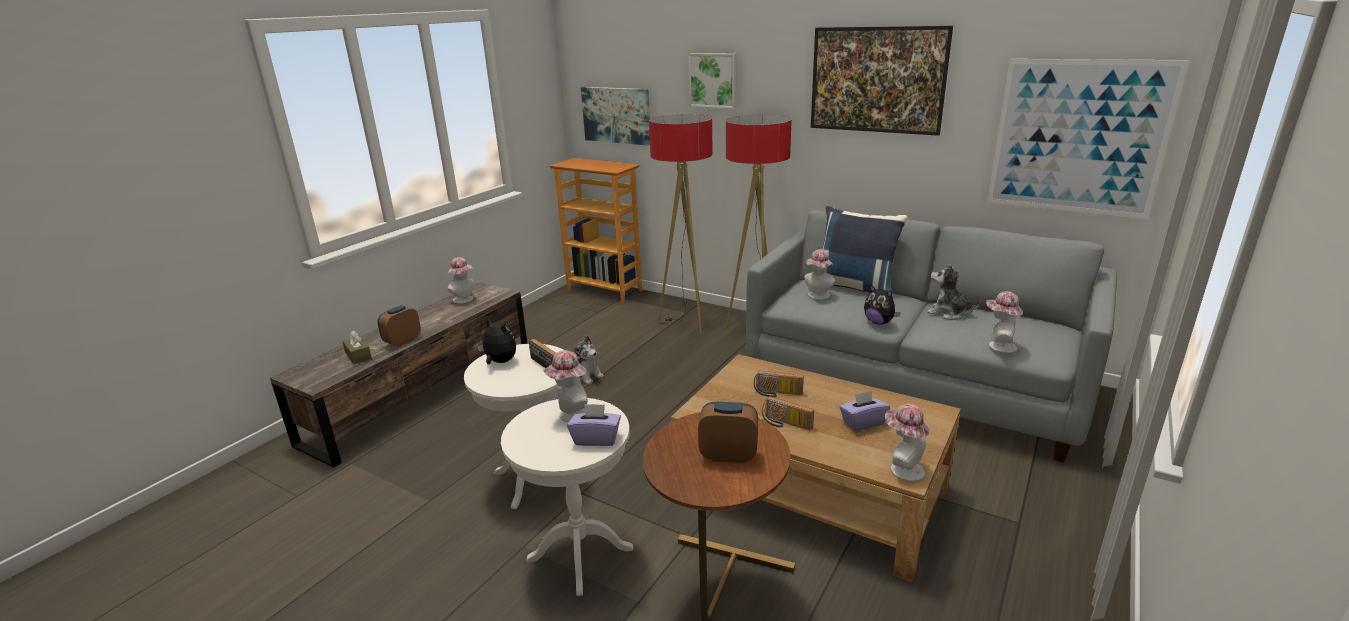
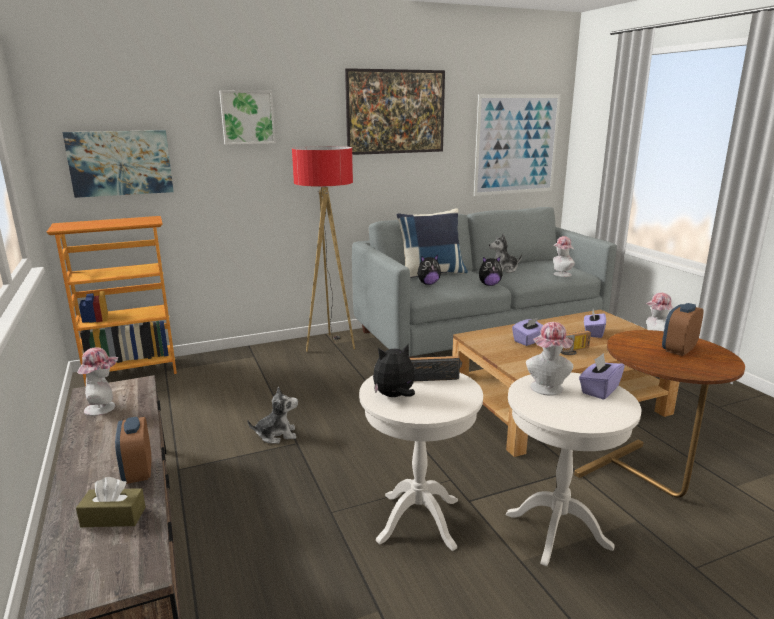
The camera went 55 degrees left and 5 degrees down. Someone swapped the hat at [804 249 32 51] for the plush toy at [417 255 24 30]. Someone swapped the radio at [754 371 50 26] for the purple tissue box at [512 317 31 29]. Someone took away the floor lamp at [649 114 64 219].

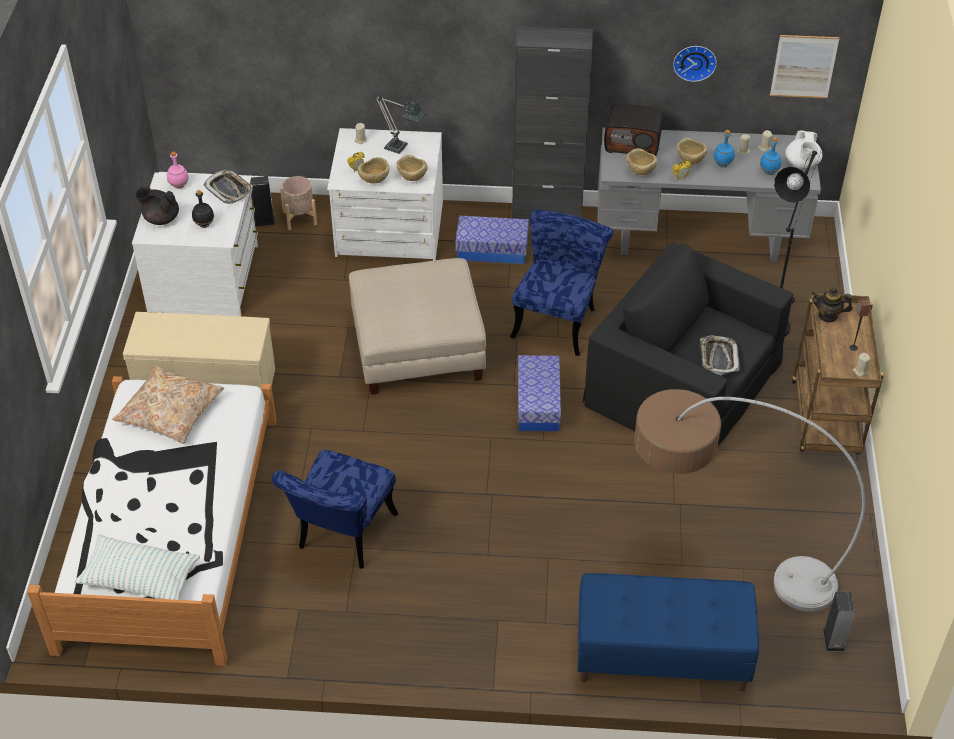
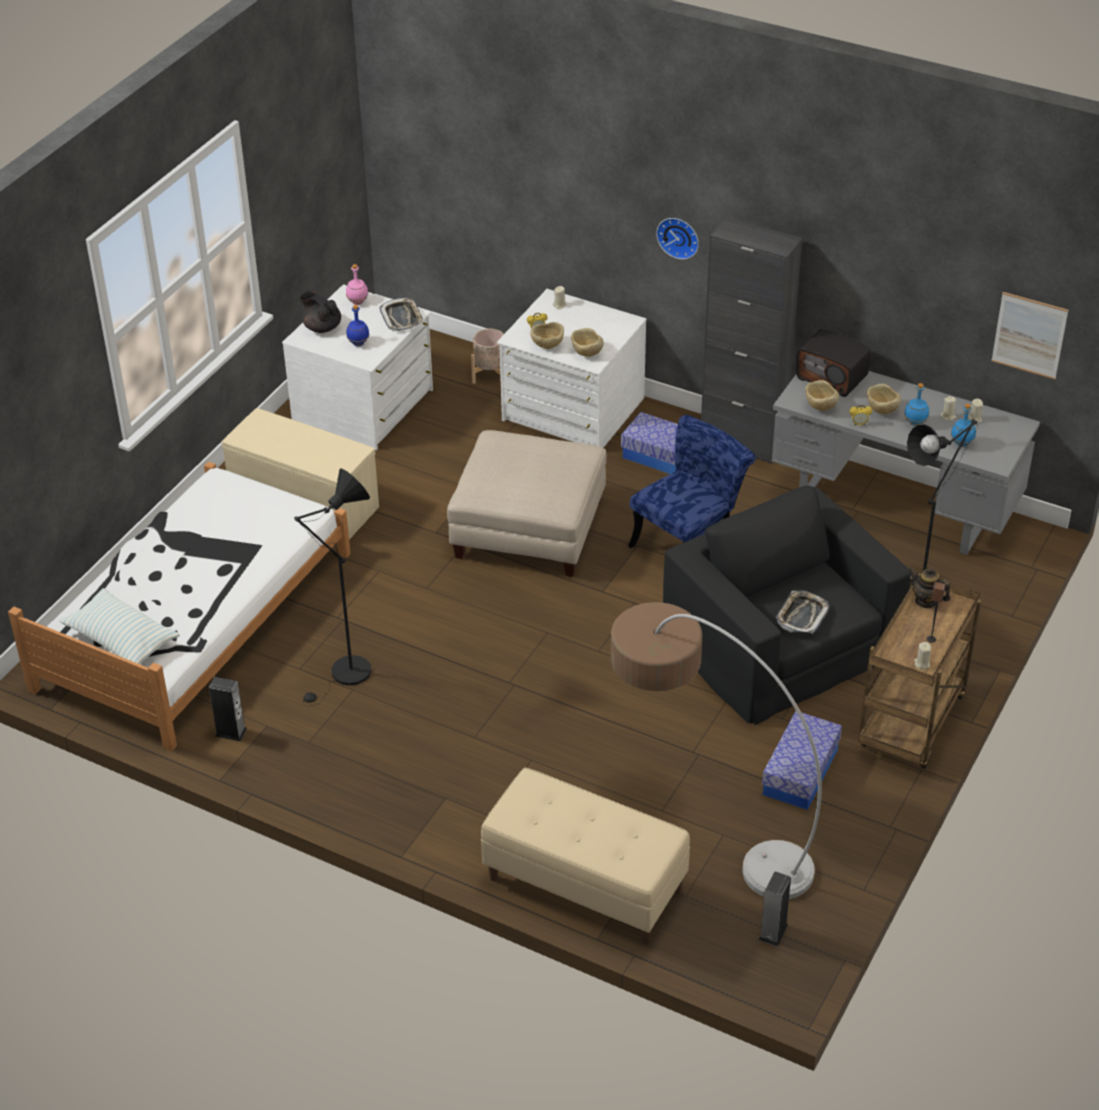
The camera went 25 degrees right and 5 degrees down. Someone carried the speaker from [250 176 25 51] to [209 677 38 64]. Someone swapped the blue chair at [272 450 126 119] for the black floor lamp at [294 469 77 238]. Someone repainted the black bottle at [192 190 22 38], which became the blue bottle at [346 305 23 41]. Someone repainted the blue bench at [578 573 181 118], which became the beige bench at [481 768 209 177]. Someone carried the wall clock from [673 46 44 36] to [656 218 43 41]. Someone carried the storage box from [518 355 43 76] to [762 711 80 99]. Someone took away the beige pillow at [112 365 112 79]. Someone took away the table lamp at [375 96 52 58]. Someone took away the white teapot at [785 130 37 38].

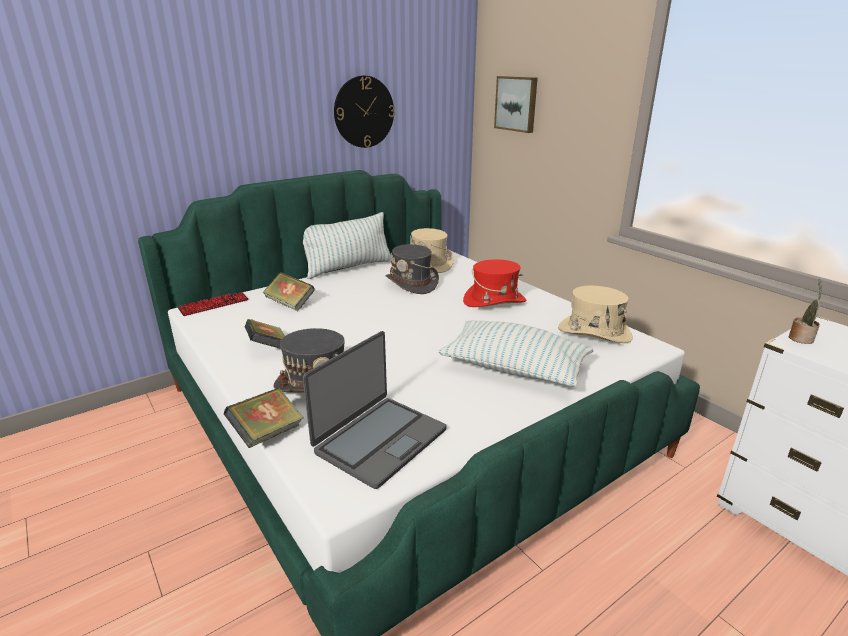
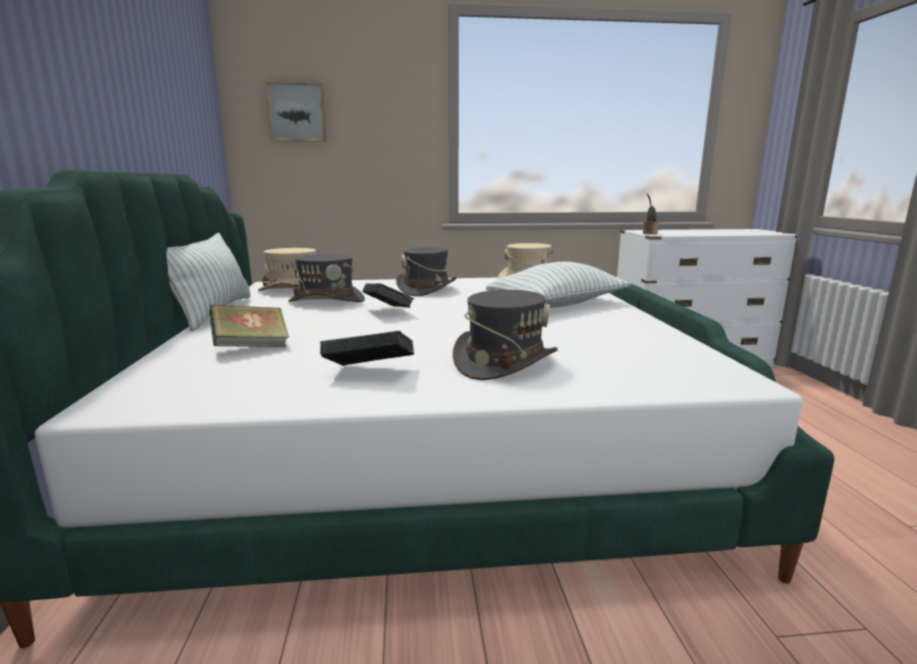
The camera went 60 degrees left and 10 degrees down. Someone carried the book from [223 387 81 61] to [363 283 52 25]. Someone repainted the red hat at [463 259 63 48], which became the grey hat at [396 247 60 49]. Someone took away the keyboard at [178 292 71 24]. Someone took away the laptop at [303 331 144 158]. Someone took away the wall clock at [334 76 61 72].

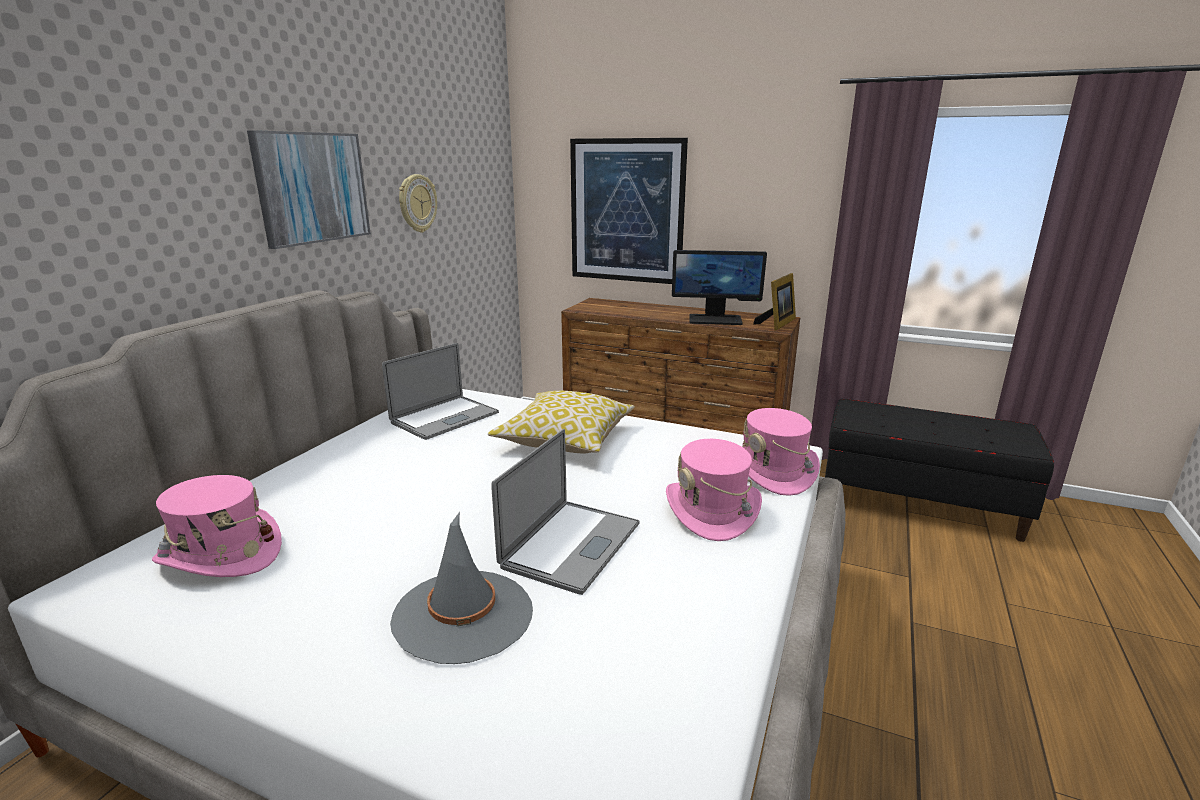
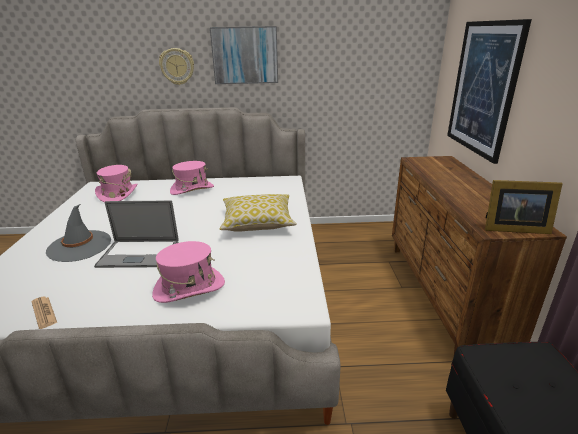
The camera went 65 degrees right and 5 degrees up. Someone put down the newspaper at [31 297 26 32]. Someone carried the wall clock from [399 174 38 59] to [159 48 35 37]. Someone carried the pink hat from [742 408 78 88] to [170 161 44 34]. Someone took away the laptop at [382 343 117 97]. Someone took away the monitor at [672 250 95 75].

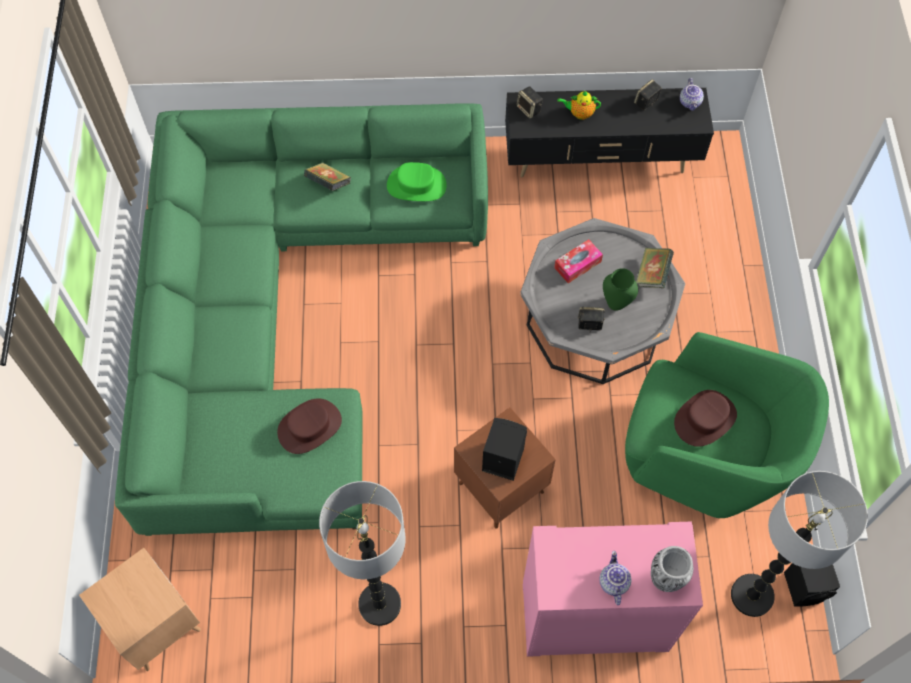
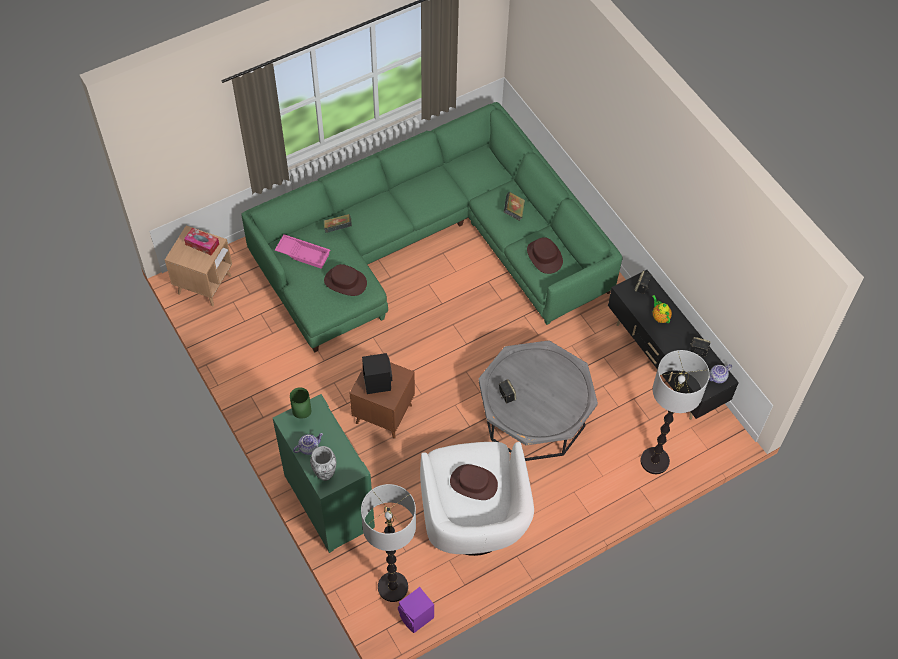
The camera went 60 degrees right and 5 degrees down. Someone carried the tissue box from [554 239 49 44] to [184 228 35 27]. Someone repainted the pink cabinet at [523 521 180 136], which became the green cabinet at [273 394 102 159]. Someone put down the pink tray at [275 234 55 35]. Someone carried the green vase from [603 268 35 43] to [290 387 21 32]. Someone carried the book from [636 248 38 40] to [323 214 29 19]. Someone repainted the black speaker at [784 563 56 44], which became the purple speaker at [398 587 36 46]. Someone repainted the green armchair at [625 332 204 186], which became the white armchair at [420 442 114 114]. Someone repainted the green hat at [387 162 60 39], which became the brown hat at [527 237 36 37]. Someone carried the floor lamp from [319 481 86 145] to [640 350 70 124].

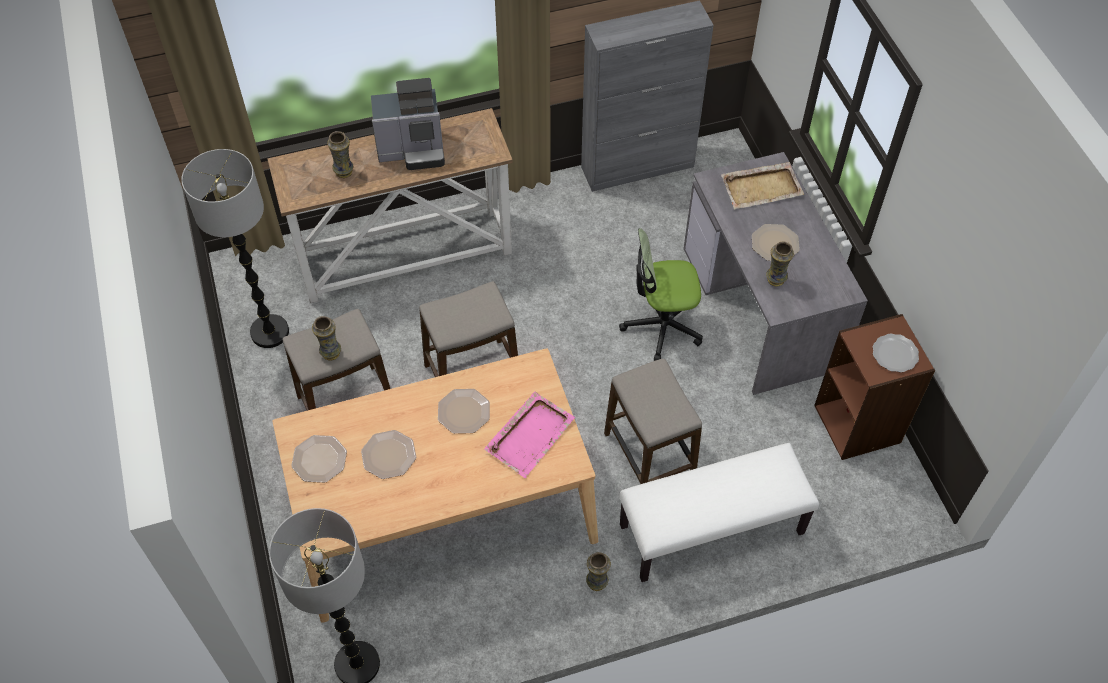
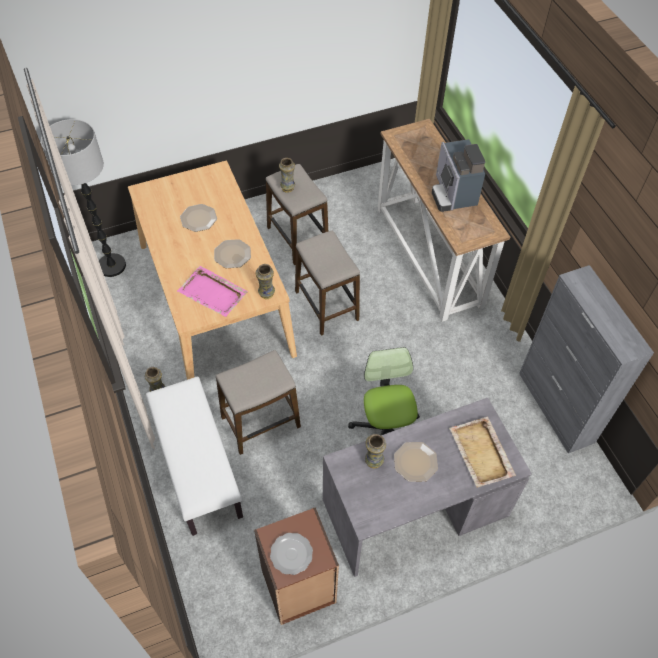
The camera went 85 degrees right and 0 degrees up. Someone carried the vase from [327 131 26 47] to [256 264 19 35]. Someone took away the floor lamp at [181 149 108 199]. Someone took away the plate at [291 435 56 48].

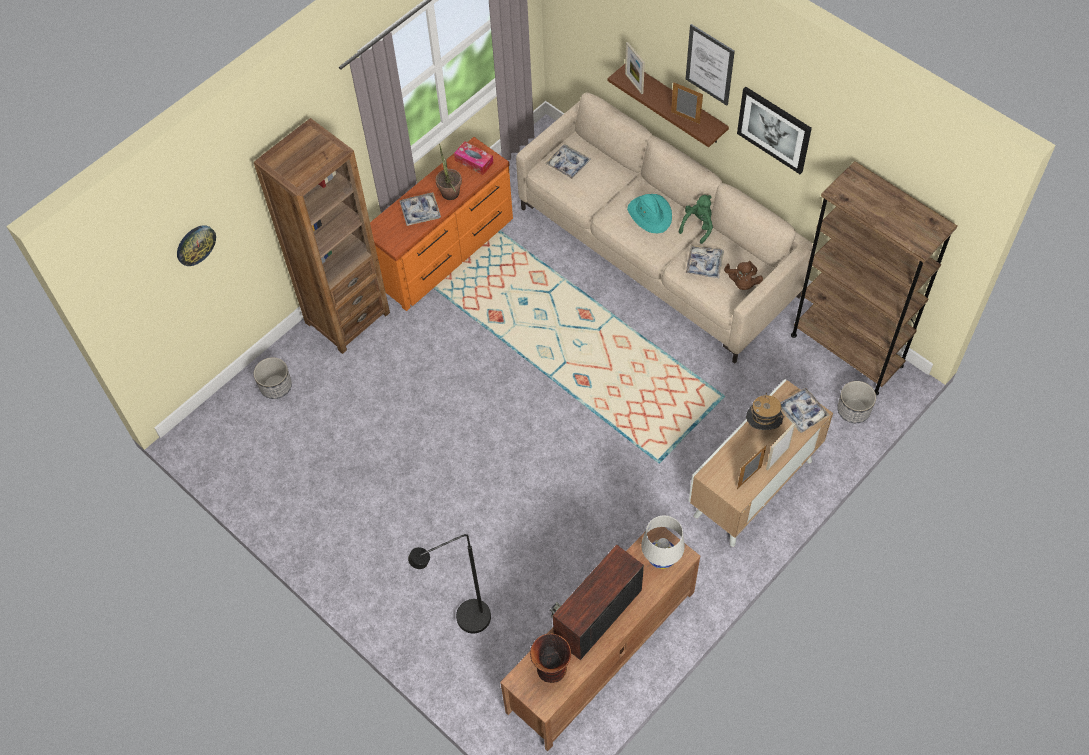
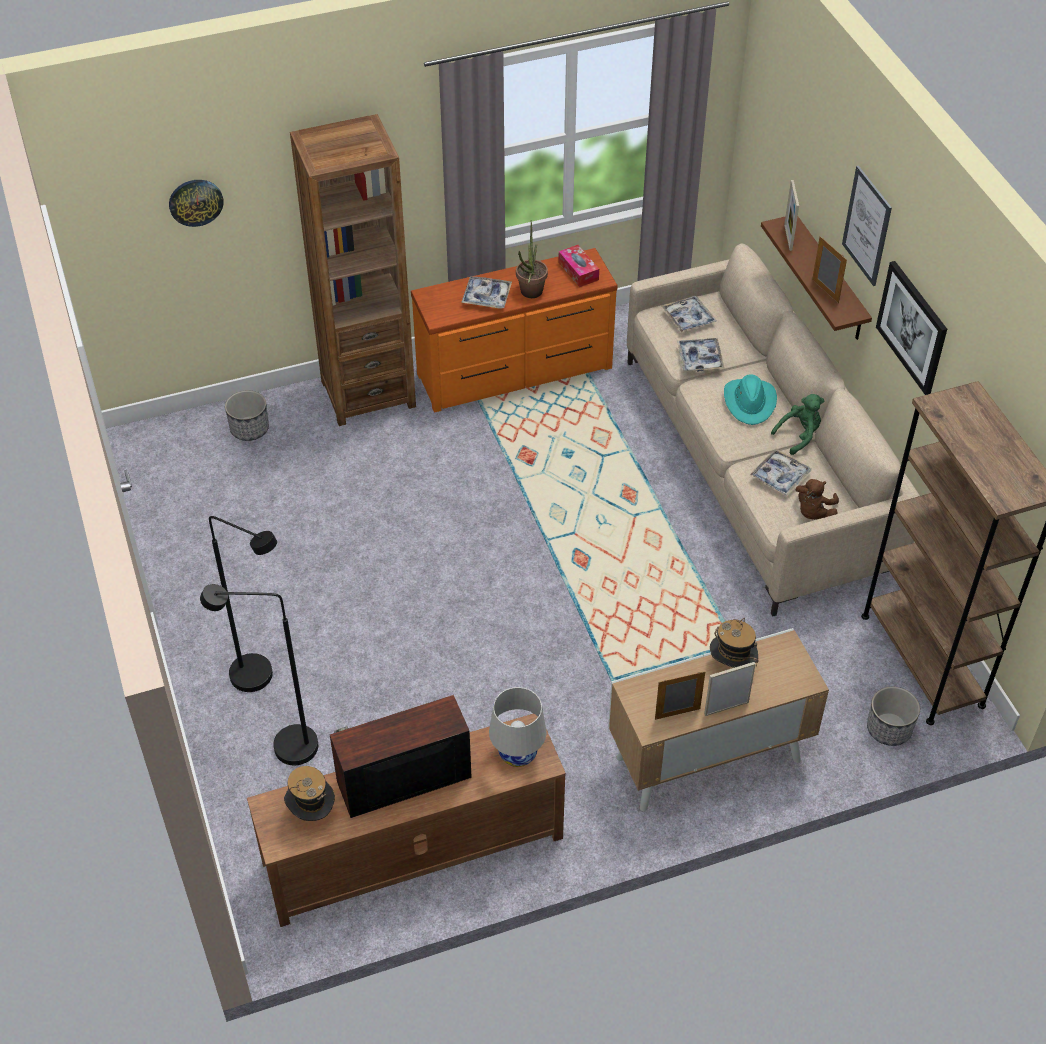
The camera went 25 degrees right and 10 degrees down. Someone put down the black floor lamp at [209 516 68 176]. Someone swapped the vase at [530 633 41 50] for the hat at [284 766 51 55]. Someone carried the tray from [781 388 49 45] to [677 338 47 34].

